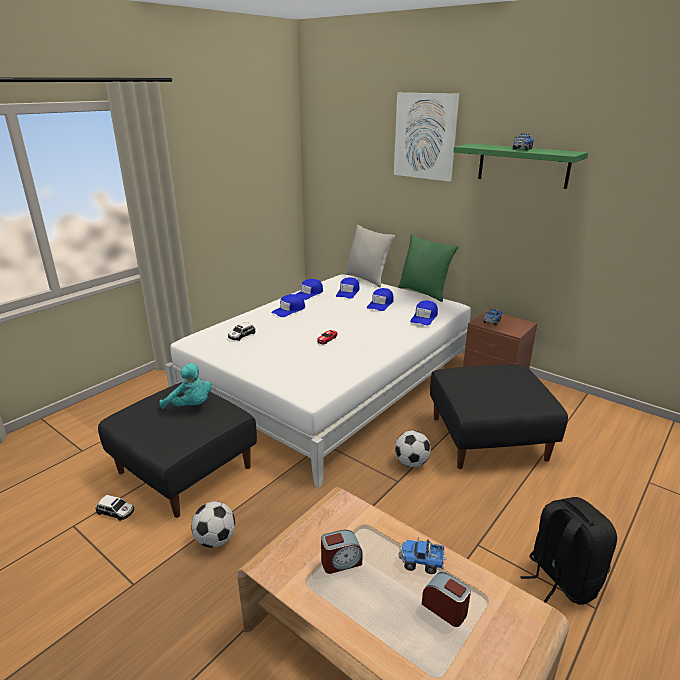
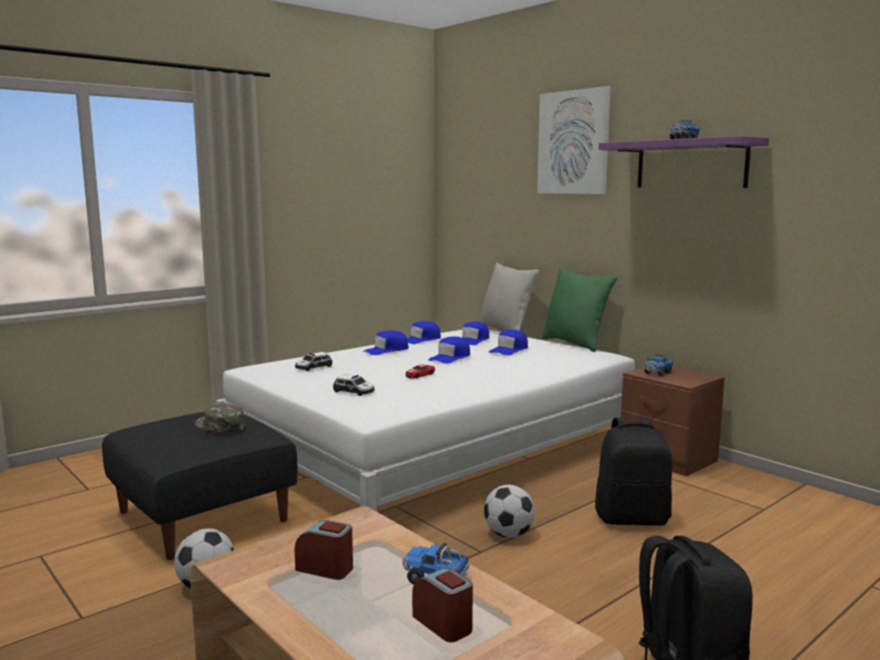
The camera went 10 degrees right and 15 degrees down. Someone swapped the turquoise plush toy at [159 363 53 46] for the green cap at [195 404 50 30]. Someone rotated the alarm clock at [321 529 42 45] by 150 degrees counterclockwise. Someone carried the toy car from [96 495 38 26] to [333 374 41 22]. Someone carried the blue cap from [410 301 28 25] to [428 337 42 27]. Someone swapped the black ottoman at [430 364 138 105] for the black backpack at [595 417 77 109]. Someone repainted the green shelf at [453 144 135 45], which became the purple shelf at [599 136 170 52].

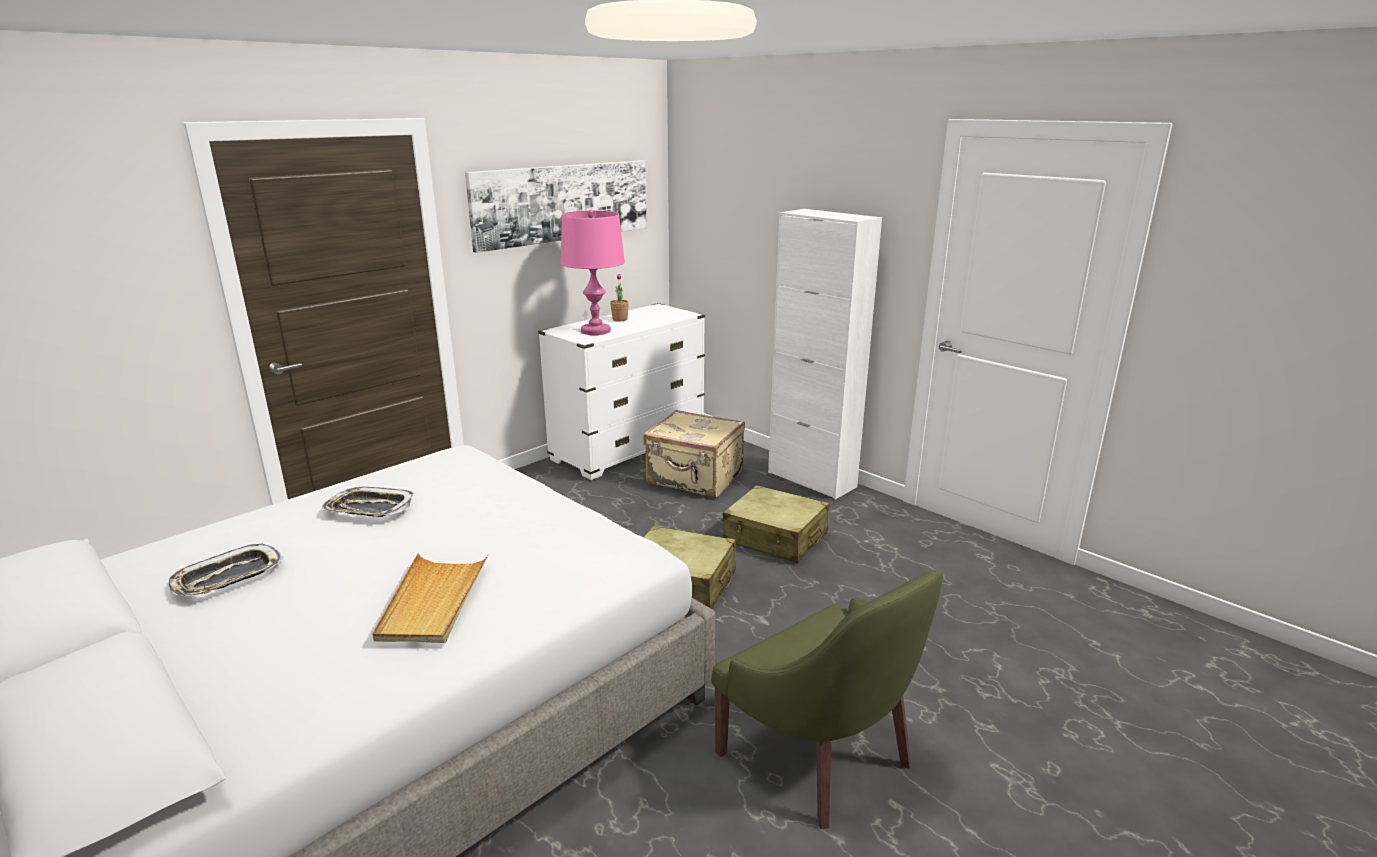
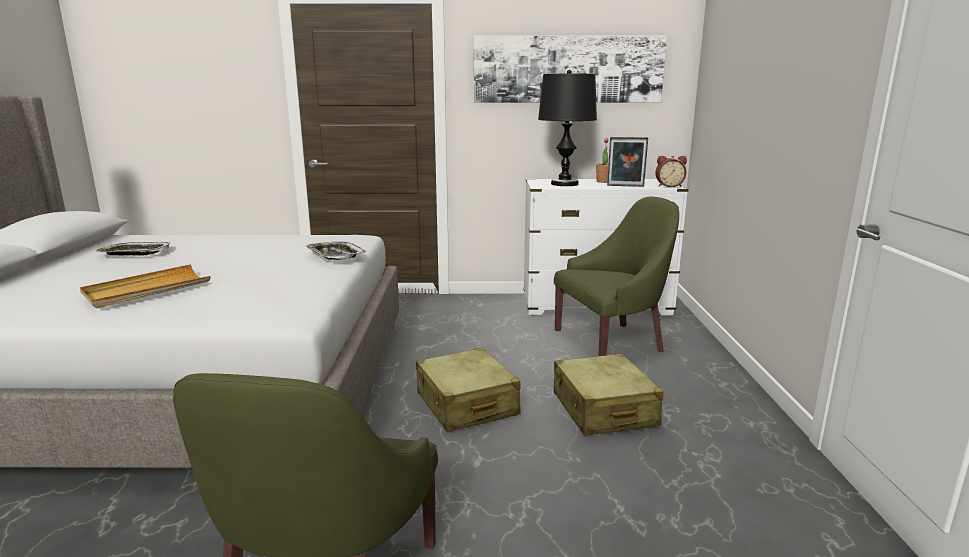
The camera went 45 degrees right and 5 degrees down. Someone carried the tray from [322 487 91 30] to [305 242 61 18]. Someone repainted the pink table lamp at [561 209 64 126], which became the black table lamp at [538 70 59 116]. Someone swapped the beige suitcase at [643 410 102 88] for the green armchair at [554 197 125 159]. Someone put down the picture frame at [607 137 41 50]. Someone put down the alarm clock at [655 156 32 31]. Someone took away the white cabinet at [768 209 114 291].

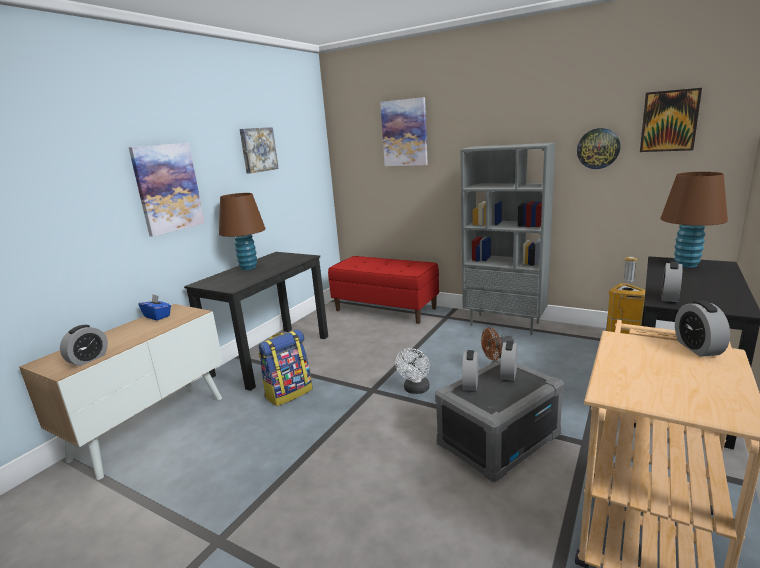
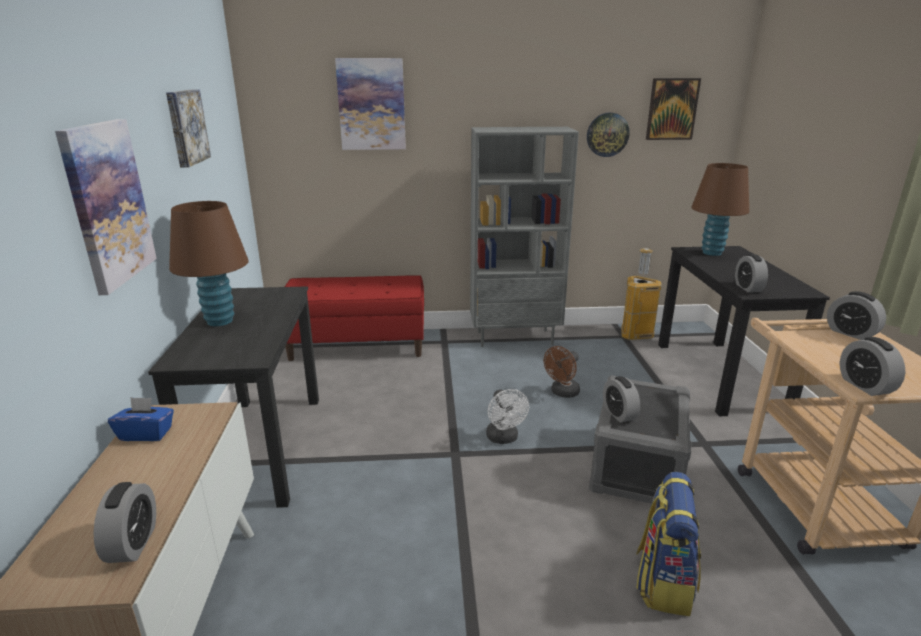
The camera went 35 degrees left and 5 degrees up. Someone carried the backpack from [258 330 55 76] to [636 472 65 144]. Someone carried the alarm clock from [500 341 18 40] to [840 337 65 59].

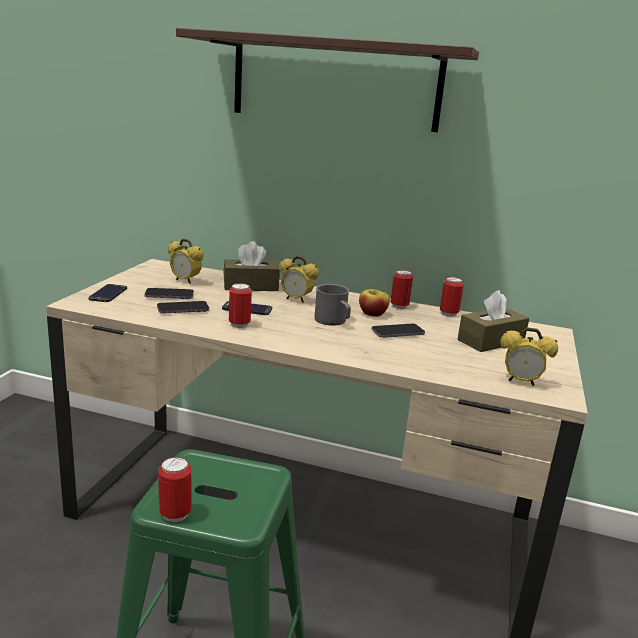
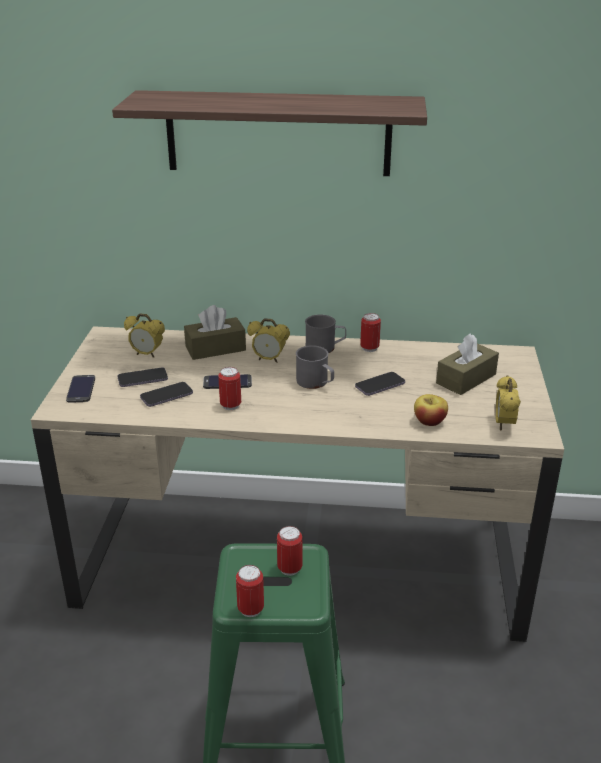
The camera went 10 degrees left and 10 degrees up. Someone carried the can from [440 277 24 40] to [277 526 25 50]. Someone put down the grey mug at [305 315 41 38]. Someone carried the apple from [359 289 31 28] to [414 394 34 32]. Someone rotated the alarm clock at [501 328 57 58] by 90 degrees clockwise.

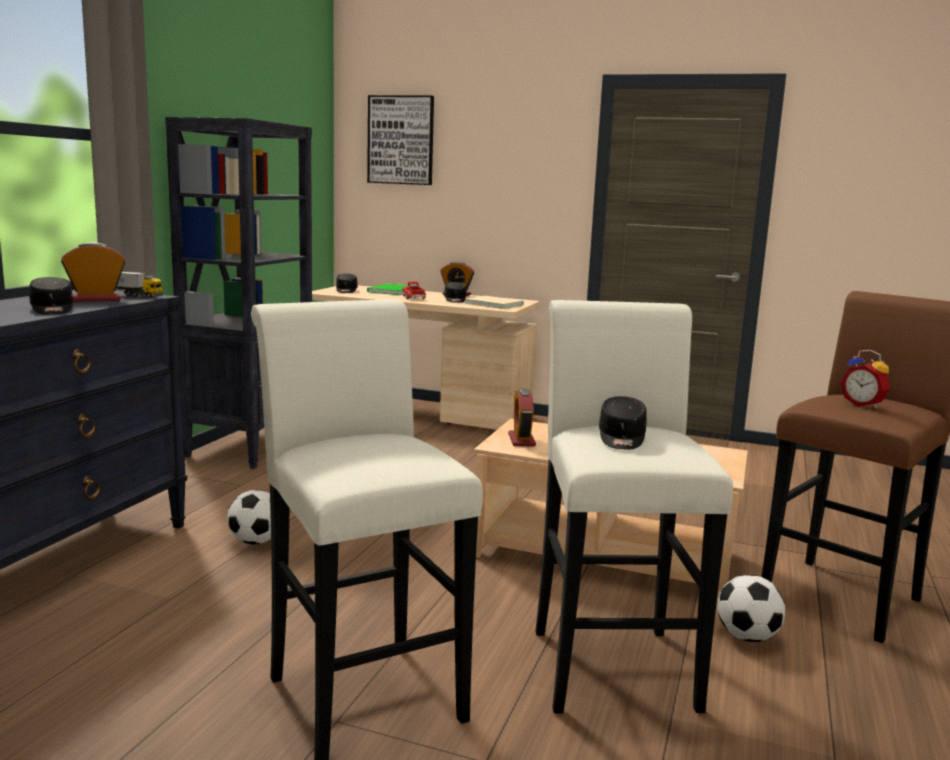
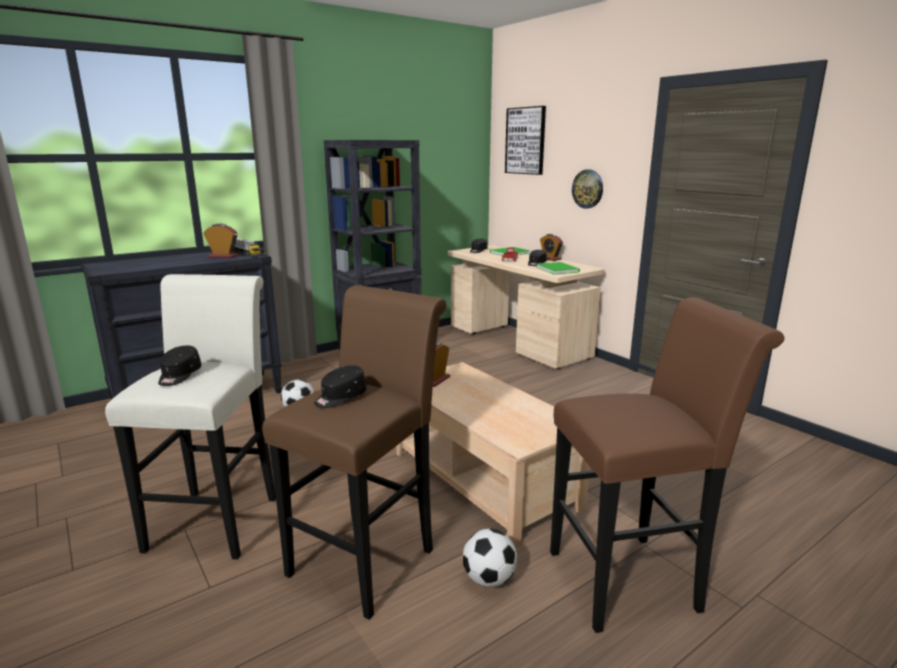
The camera went 35 degrees right and 5 degrees up. Someone carried the black cap from [29 277 44 37] to [158 345 43 41]. Someone repainted the white stool at [535 300 198 413], which became the brown stool at [262 285 185 335]. Someone repainted the beige book at [465 296 59 13], which became the green book at [537 262 43 12]. Someone put up the wall clock at [572 169 31 40]. Someone took away the alarm clock at [841 350 49 59].

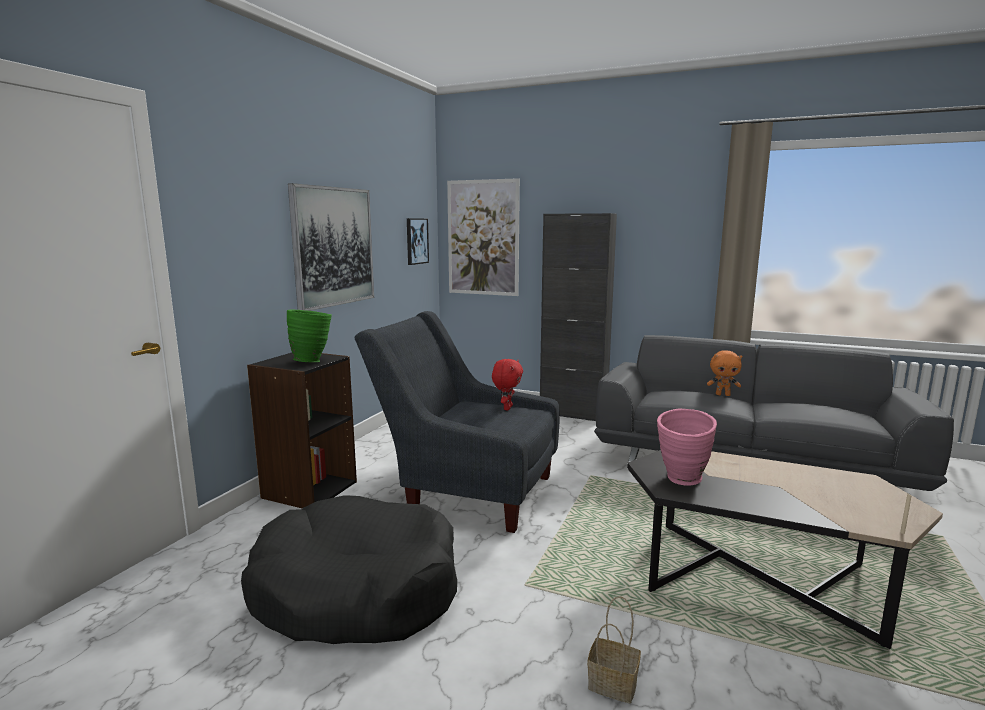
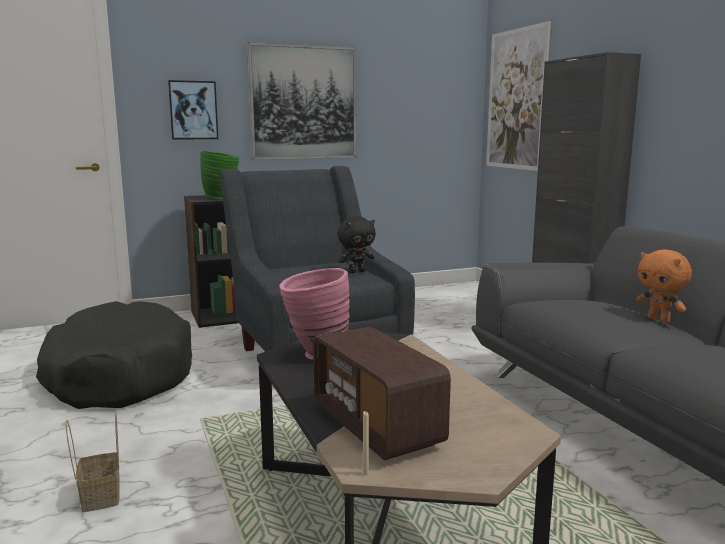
The camera went 45 degrees right and 0 degrees up. Someone carried the picture from [407 218 22 47] to [168 80 50 60]. Someone put down the radio at [313 327 138 133]. Someone repainted the red plush toy at [492 359 31 51], which became the black plush toy at [338 216 38 57].

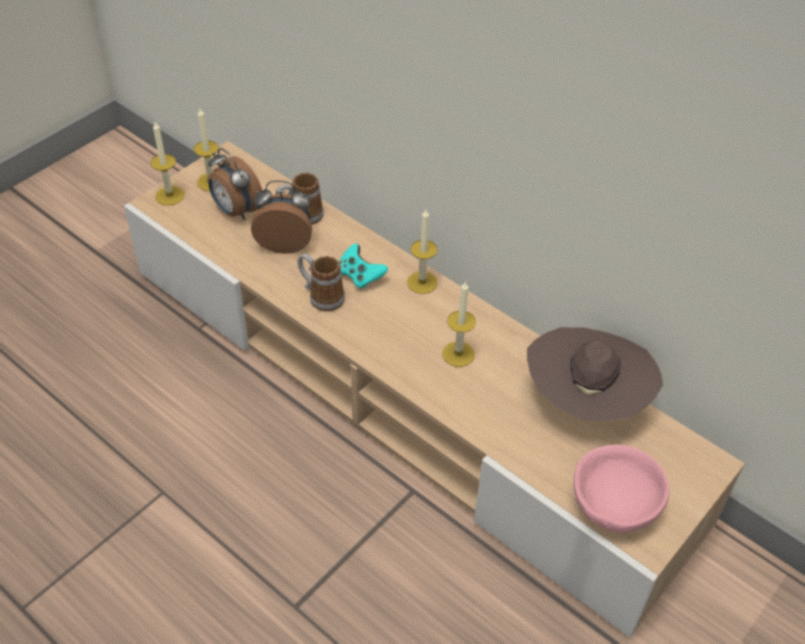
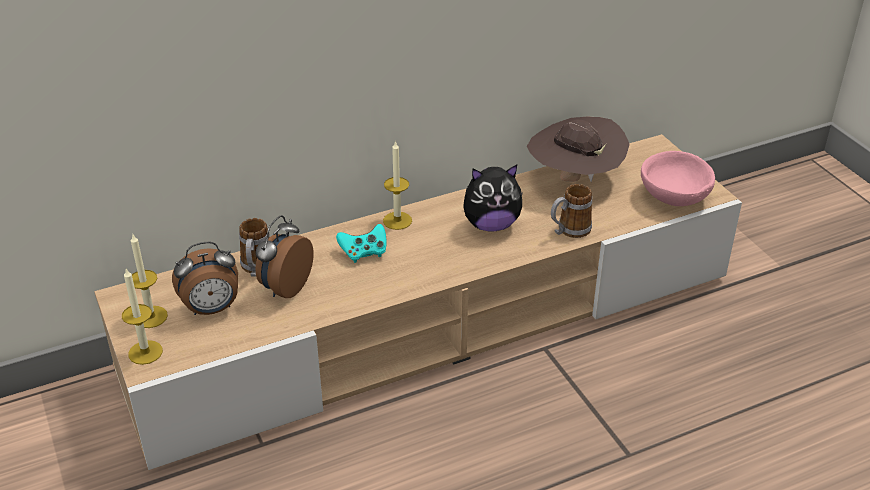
The camera went 65 degrees left and 10 degrees down. Someone swapped the candle at [442 281 34 86] for the plush toy at [463 165 60 66]. Someone carried the mug from [298 254 47 57] to [551 184 41 54].

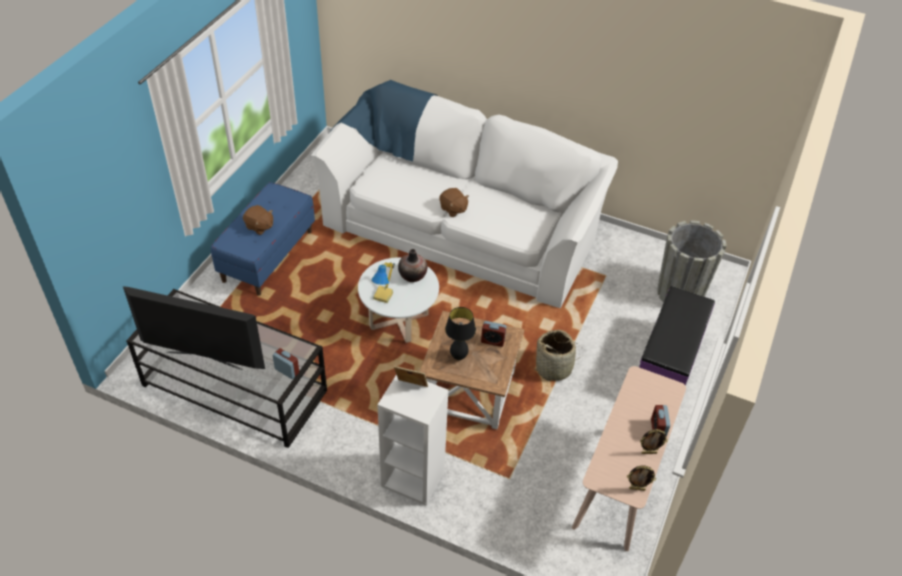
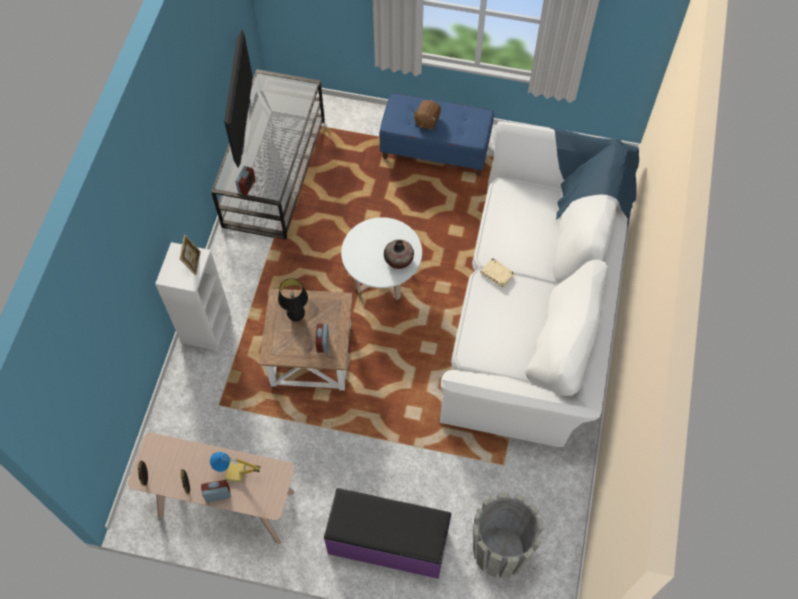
The camera went 80 degrees right and 15 degrees up. Someone carried the table lamp from [371 262 24 41] to [210 452 51 31]. Someone swapped the brown plush toy at [439 188 30 29] for the beige book at [480 258 35 30]. Someone took away the basket at [532 330 52 51].

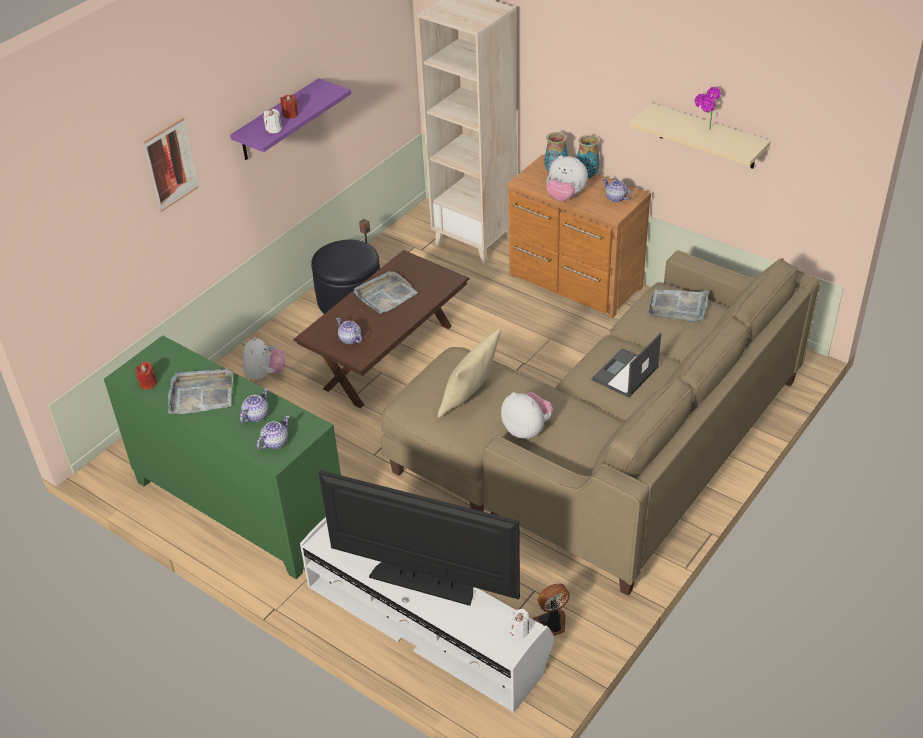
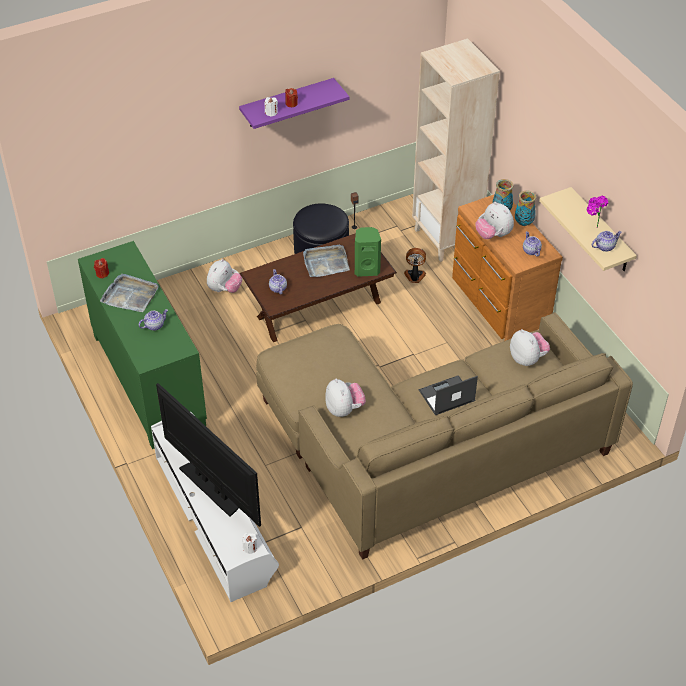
The camera went 25 degrees right and 5 degrees up. Someone put down the green speaker at [355 227 26 50]. Someone carried the fan from [533 583 37 53] to [404 248 22 35]. Someone swapped the grey tray at [648 290 61 33] for the plush toy at [510 329 40 37]. Someone carried the teapot from [257 416 33 34] to [592 231 30 21]. Someone took away the picture at [143 118 56 94]. Someone took away the beige pillow at [438 329 63 89].

